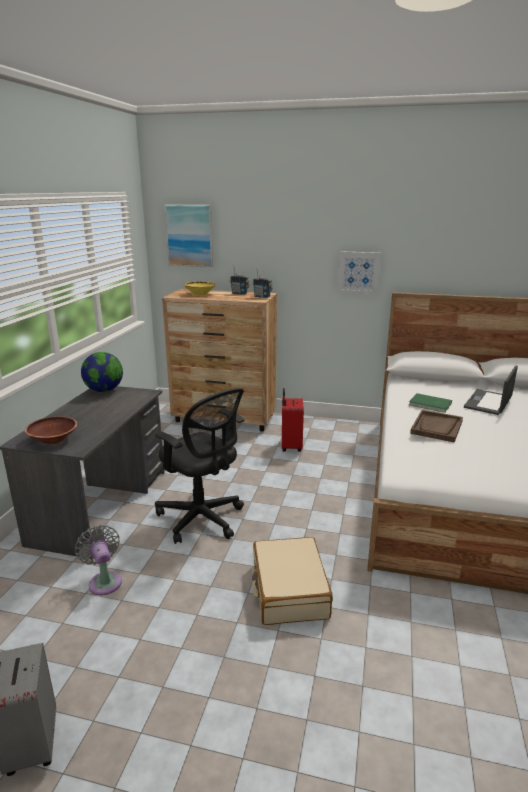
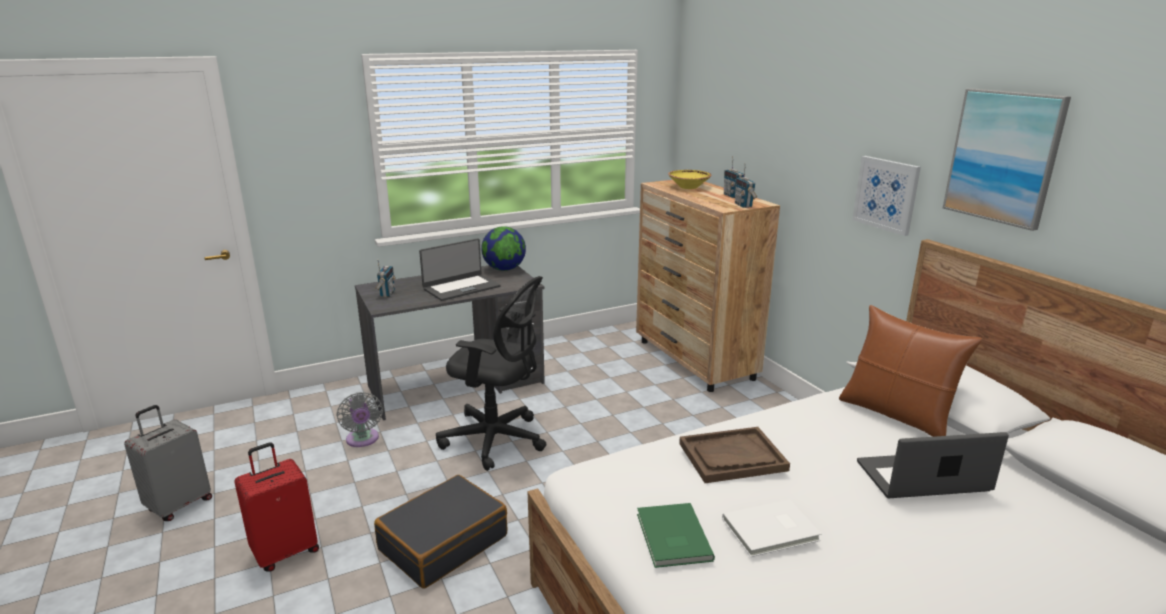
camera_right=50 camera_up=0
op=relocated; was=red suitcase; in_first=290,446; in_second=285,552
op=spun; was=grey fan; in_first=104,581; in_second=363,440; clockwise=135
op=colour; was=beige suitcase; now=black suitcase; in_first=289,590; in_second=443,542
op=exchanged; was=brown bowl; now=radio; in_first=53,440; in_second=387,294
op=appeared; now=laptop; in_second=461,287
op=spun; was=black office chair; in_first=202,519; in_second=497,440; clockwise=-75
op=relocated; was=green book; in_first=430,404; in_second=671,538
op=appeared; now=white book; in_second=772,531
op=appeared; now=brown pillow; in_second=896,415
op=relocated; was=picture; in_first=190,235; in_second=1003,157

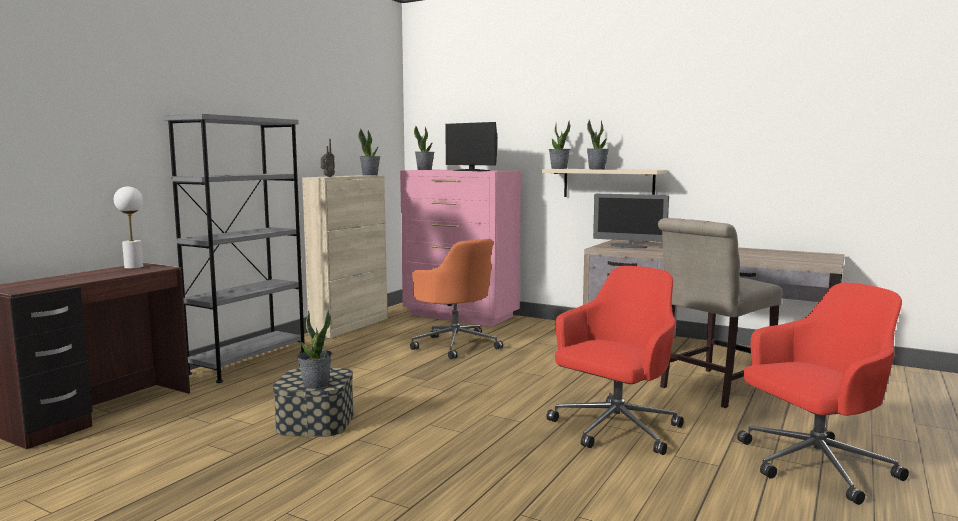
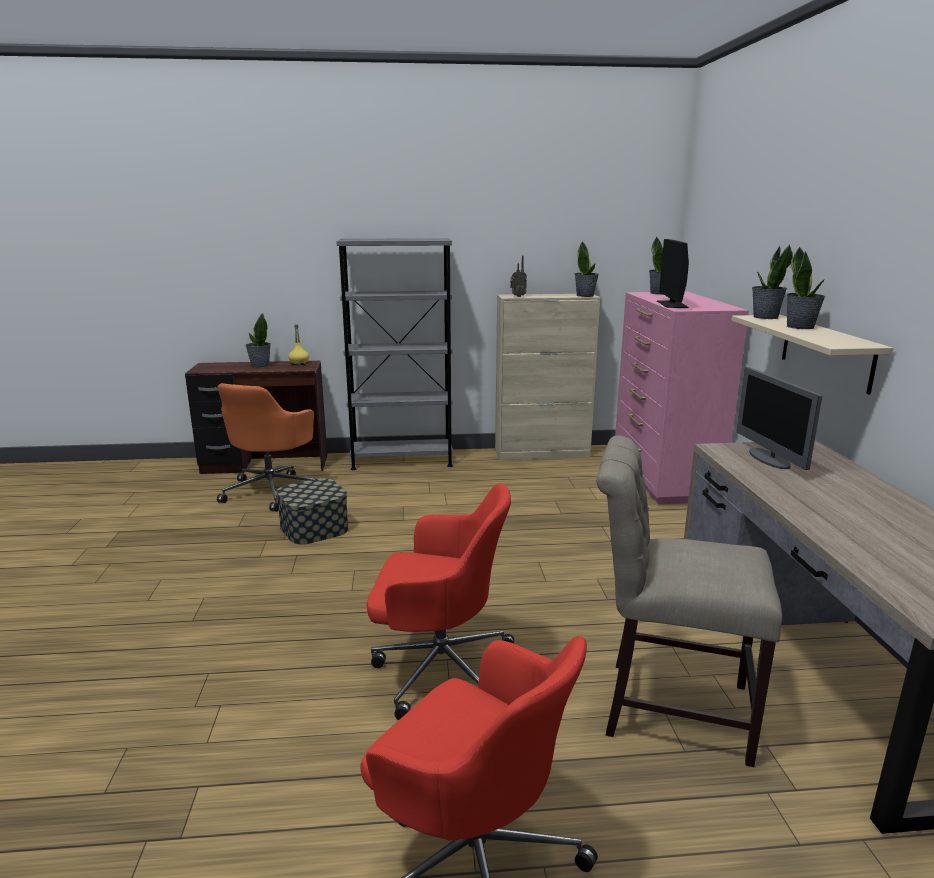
camera_right=55 camera_up=10
op=relocated; was=orange office chair; in_first=455,344; in_second=272,491
op=relocated; was=potted plant; in_first=316,384; in_second=260,365
op=exchanged; was=white table lamp; now=yellow bottle; in_first=133,267; in_second=299,363

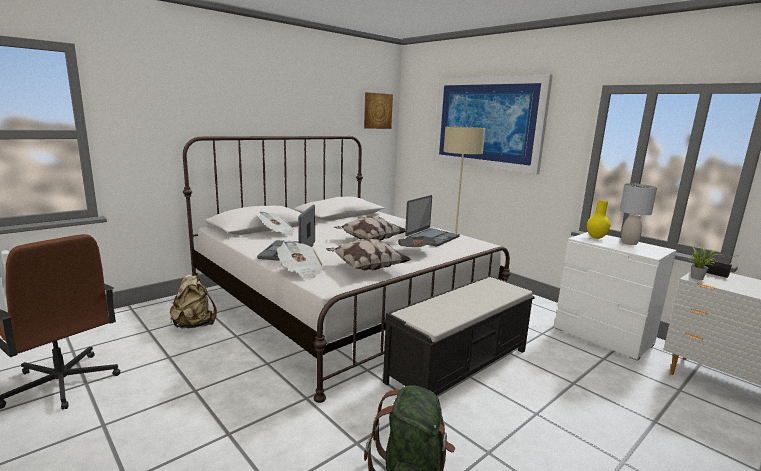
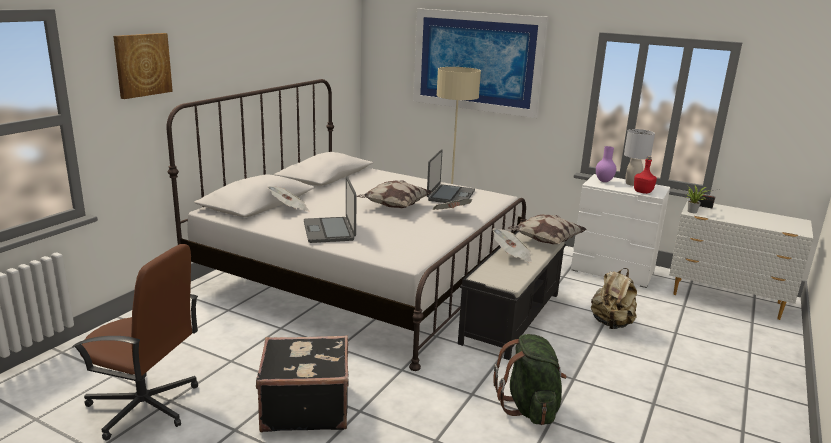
camera_right=-20 camera_up=5
op=relocated; was=picture; in_first=377,111; in_second=142,65
op=appeared; now=black suitcase; in_second=305,407
op=relocated; was=newspaper; in_first=301,271; in_second=512,256
op=relocated; was=pillow; in_first=366,268; in_second=545,241
op=relocated; was=beige backpack; in_first=194,325; in_second=611,324
op=colour; was=yellow vase; now=purple vase; in_first=595,237; in_second=603,181
op=appeared; now=red bottle; in_second=643,192

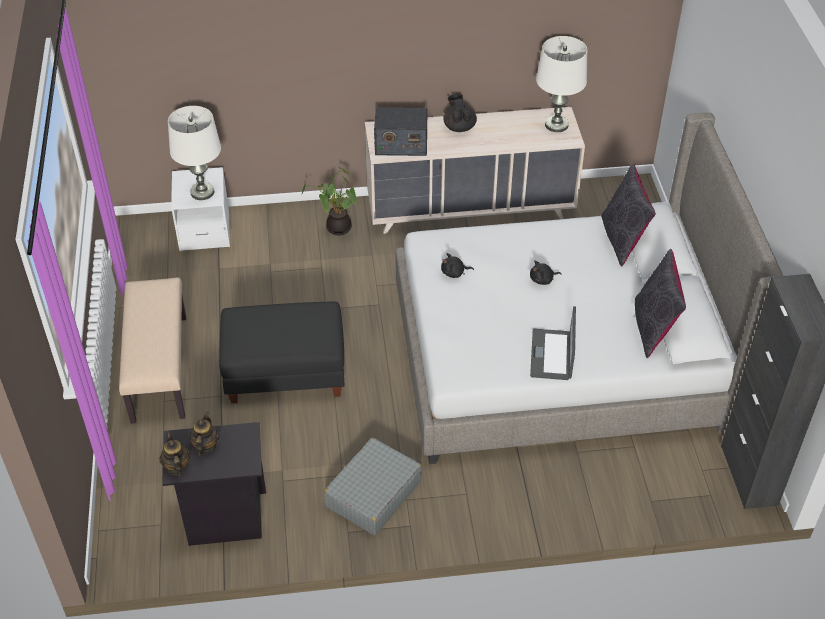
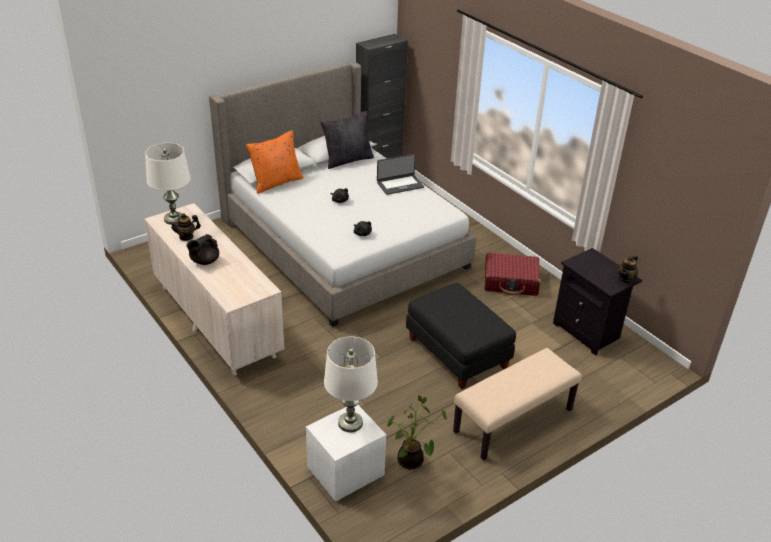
camera_right=-120 camera_up=-10
op=relocated; was=teapot; in_first=205,446; in_second=186,237
op=colour; was=black pillow; now=orange pillow; in_first=622,239; in_second=276,182
op=relocated; was=potted plant; in_first=336,228; in_second=412,462
op=colour; was=grey suitcase; now=red suitcase; in_first=373,494; in_second=511,281
op=missing; was=radio; in_first=400,145

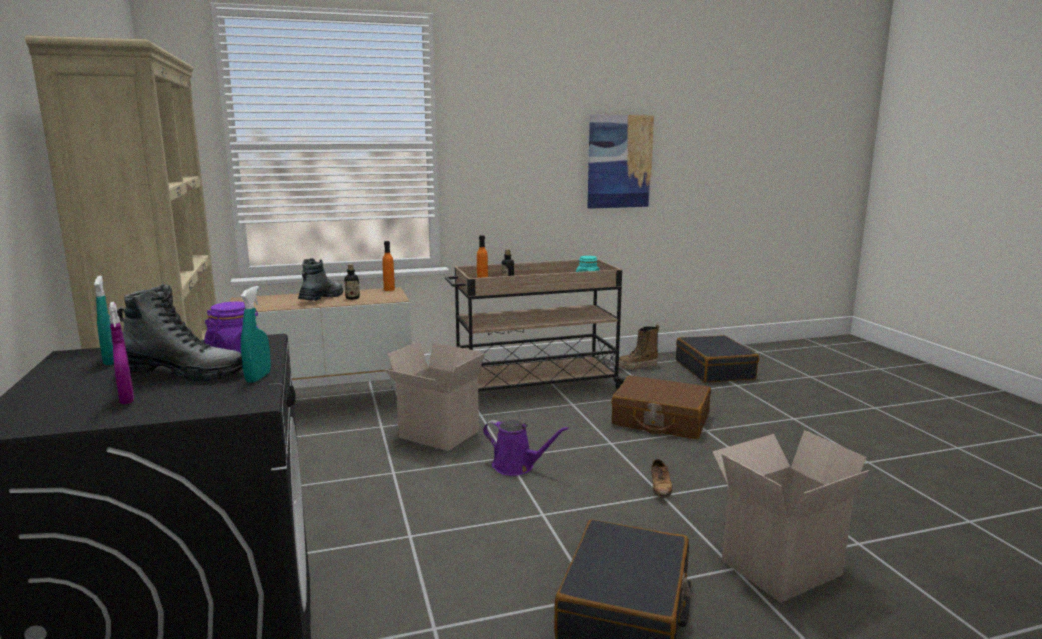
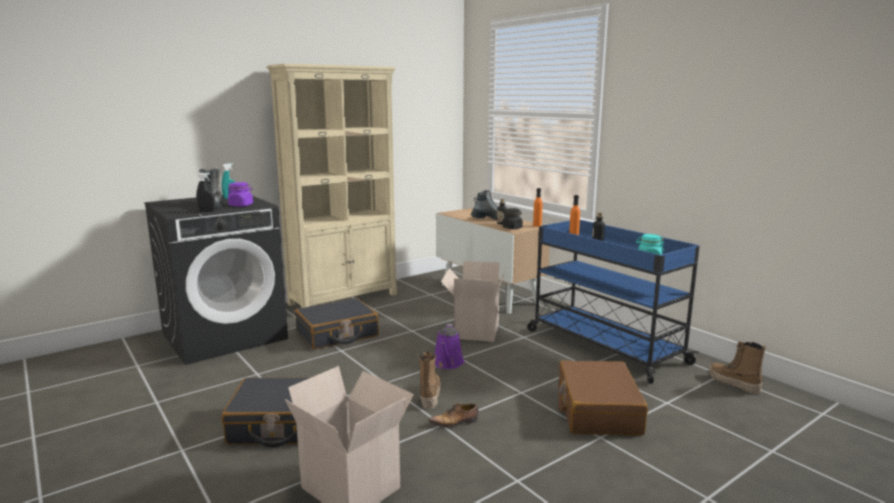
camera_right=70 camera_up=0
op=colour; was=turquoise spray bottle; now=black spray bottle; in_first=258,377; in_second=207,211
op=relocated; was=black suitcase; in_first=715,370; in_second=337,334
op=appeared; now=boot; in_second=429,395
op=appeared; now=black jar; in_second=512,228
op=colour; was=beige cart; now=blue cart; in_first=534,388; in_second=603,346
op=missing; was=purple spray bottle; in_first=127,399
op=missing; was=picture; in_first=619,161

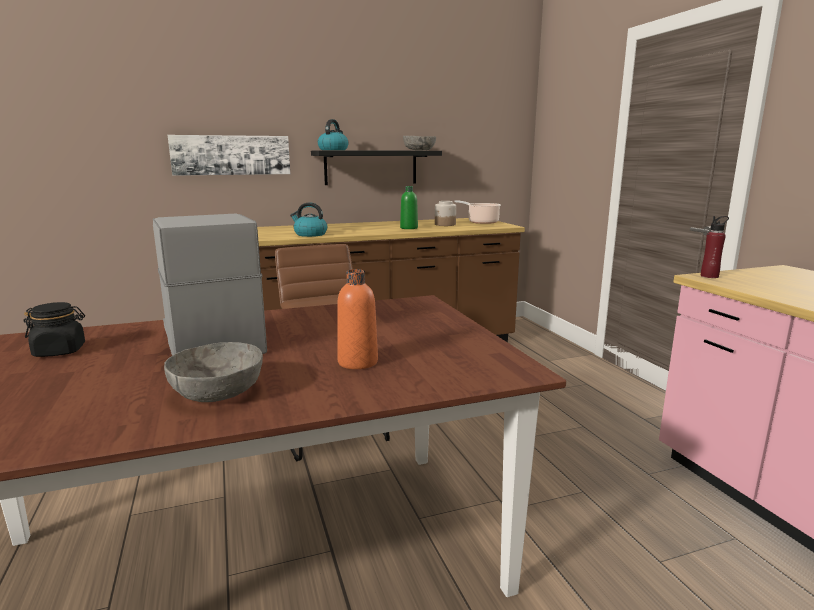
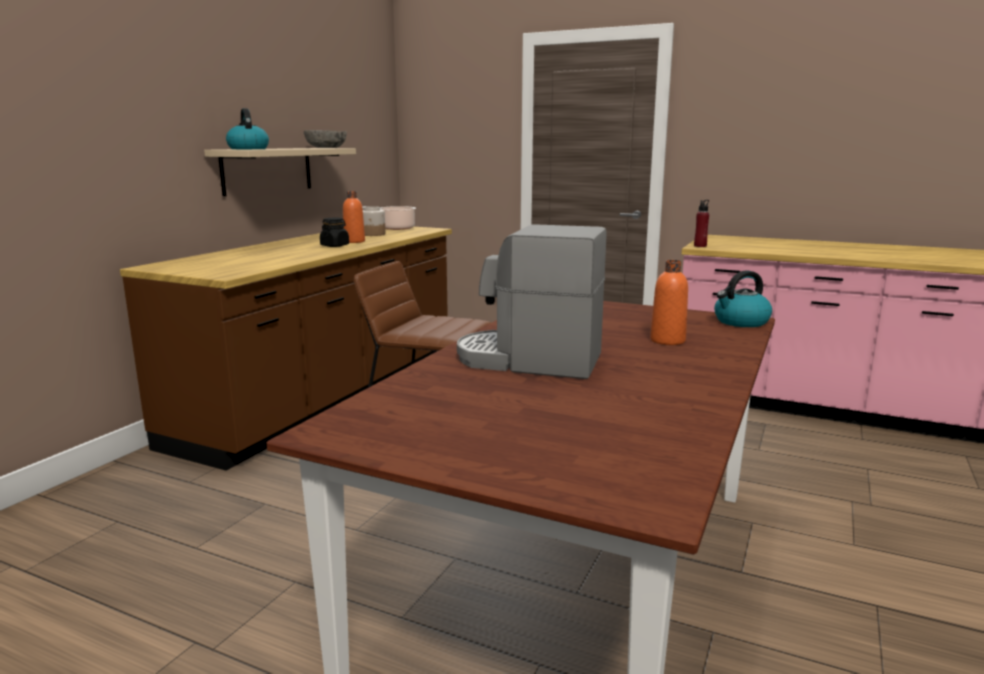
camera_right=-45 camera_up=0
op=colour; was=black shelf; now=beige shelf; in_first=371,167; in_second=267,170
op=relocated; was=black jar; in_first=60,351; in_second=335,245
op=colour; was=green bottle; now=orange bottle; in_first=409,228; in_second=354,241
op=relocated; was=kettle; in_first=310,234; in_second=740,322
op=missing; was=grey bowl; in_first=217,392
op=missing; was=picture; in_first=231,155

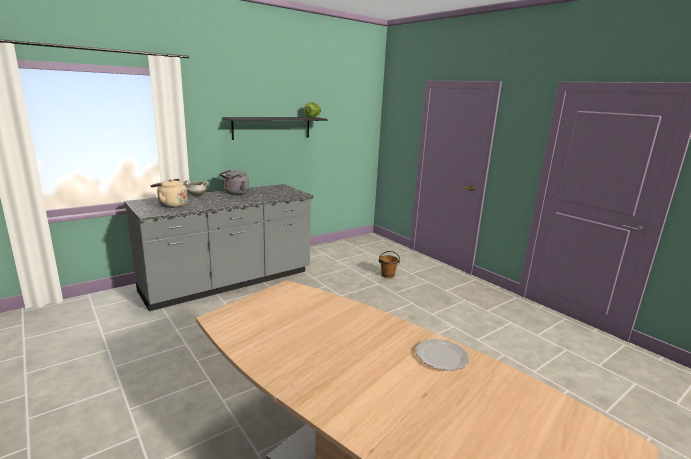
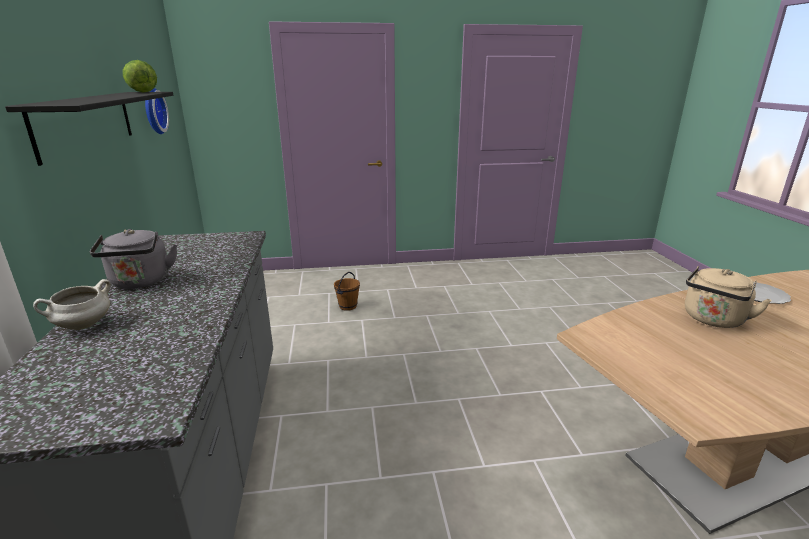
camera_right=-60 camera_up=5
op=appeared; now=wall clock; in_second=152,111
op=relocated; was=beige kettle; in_first=171,205; in_second=712,320

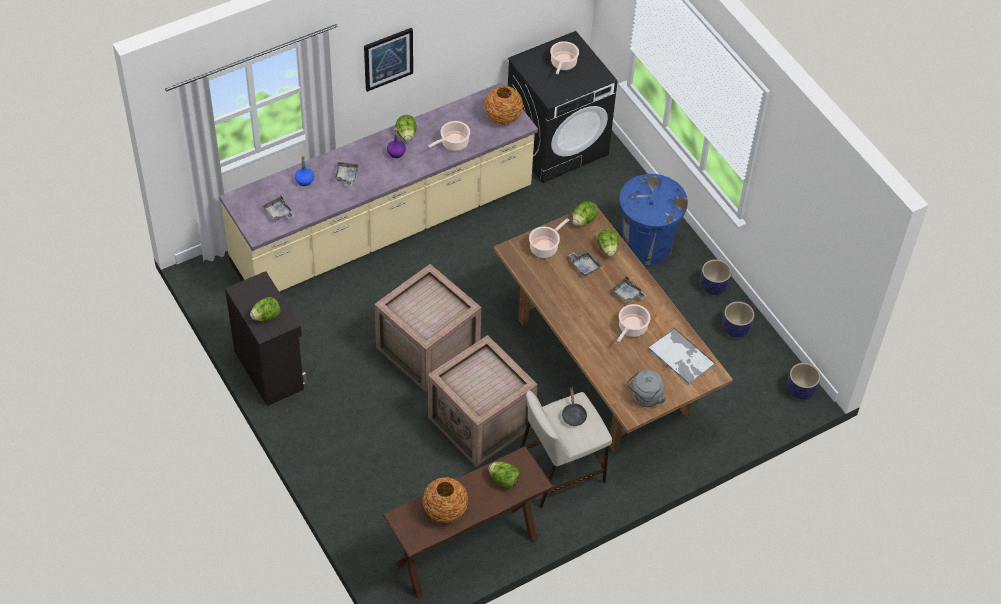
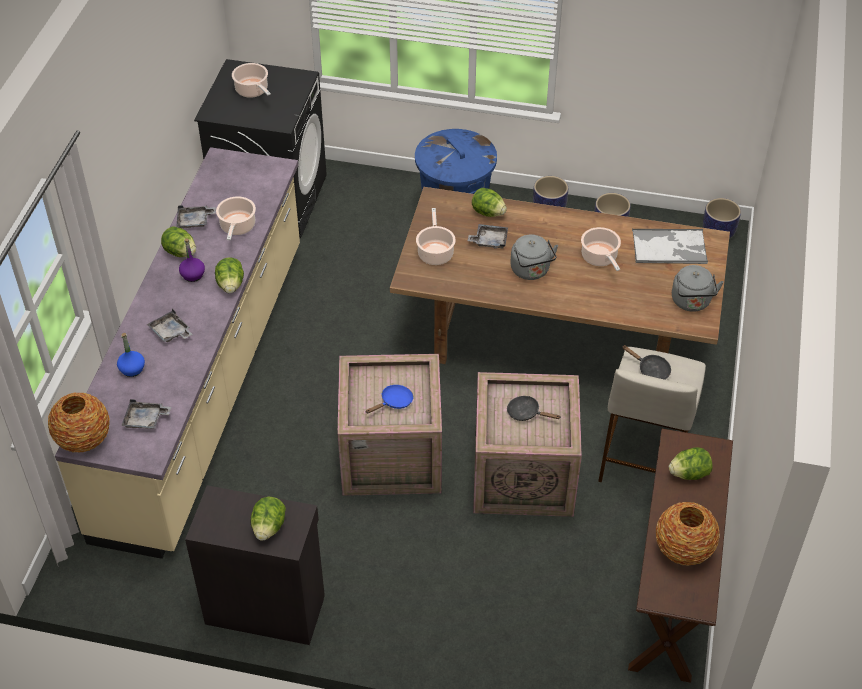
camera_right=-45 camera_up=-5
op=relocated; was=vase; in_first=503,117; in_second=83,439
op=relocated; was=grey tray; in_first=627,294; in_second=195,221
op=relocated; was=lettuce; in_first=584,220; in_second=231,285
op=appeared; now=blue frying pan; in_second=394,402
op=appeared; now=black frying pan; in_second=526,413
op=appeared; now=grey kettle; in_second=531,271
op=missing; was=picture; in_first=388,58

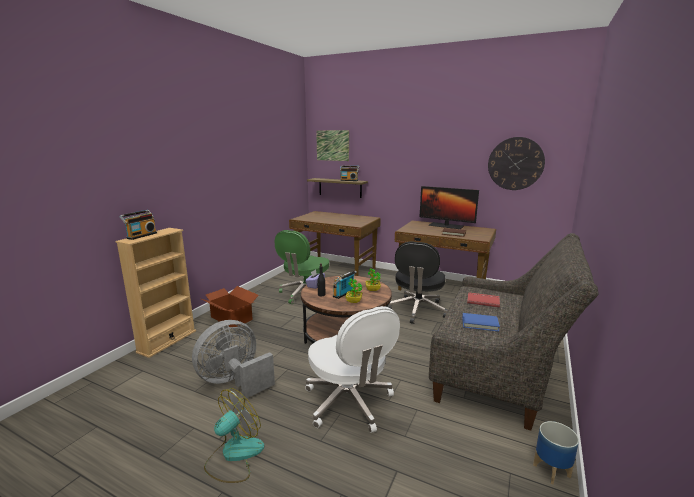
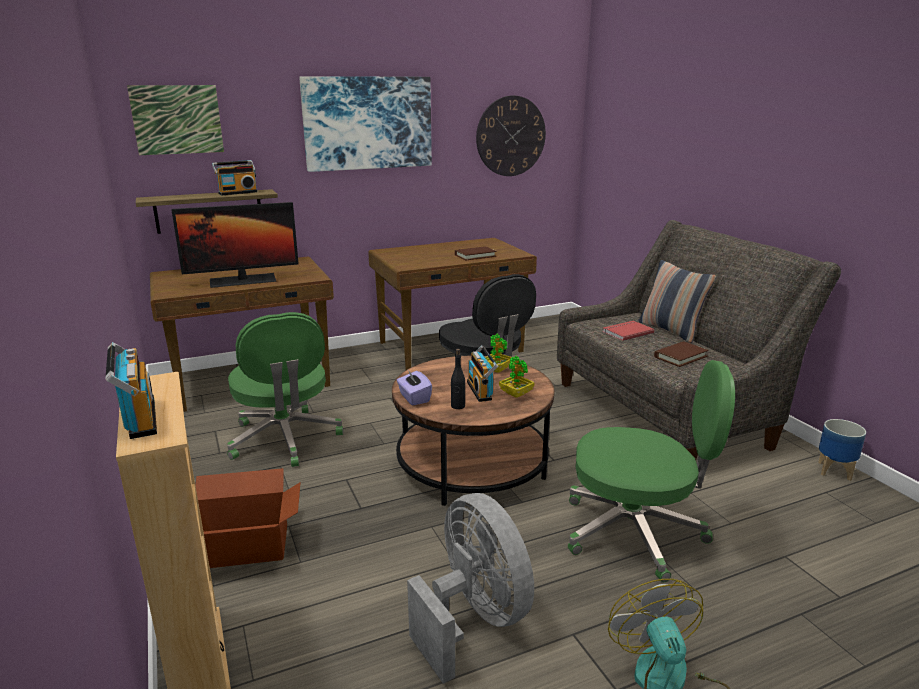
camera_right=-50 camera_up=5
op=relocated; was=monitor; in_first=446,226; in_second=243,280
op=appeared; now=picture; in_second=368,123
op=spun; was=grey fan; in_first=234,382; in_second=473,619; clockwise=150
op=colour; was=white office chair; now=green office chair; in_first=349,403; in_second=636,532
op=appeared; now=pillow; in_second=671,330
op=colour; was=blue book; now=brown book; in_first=480,324; in_second=680,356

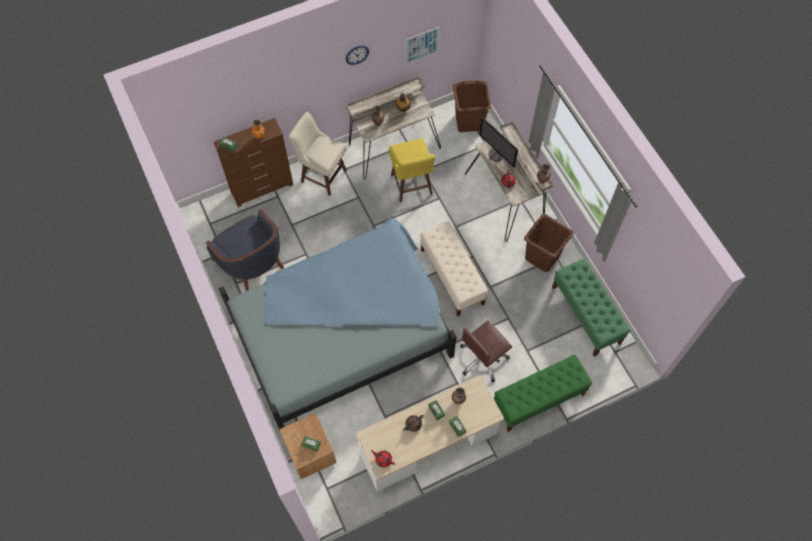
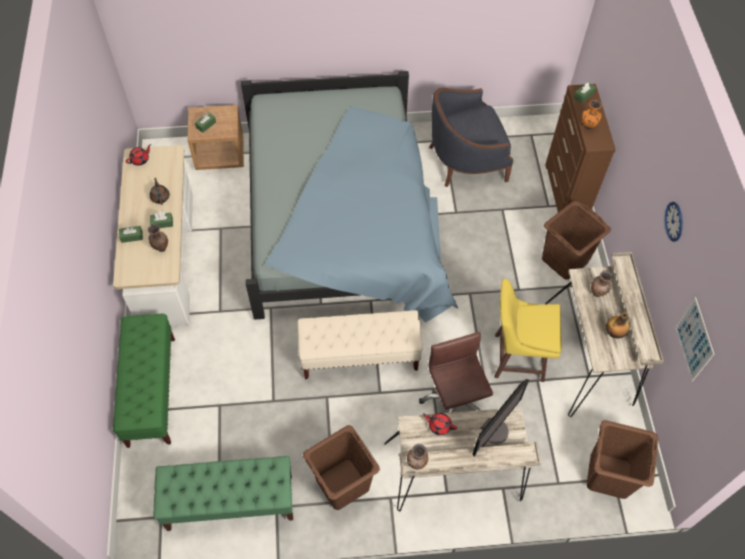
camera_right=110 camera_up=-5
op=relocated; was=brown office chair; in_first=483,359; in_second=454,401
op=spun; was=monitor; in_first=497,154; in_second=494,430; clockwise=150
op=exchanged; was=beige stool; now=brown laundry basket; in_first=322,175; in_second=565,260

